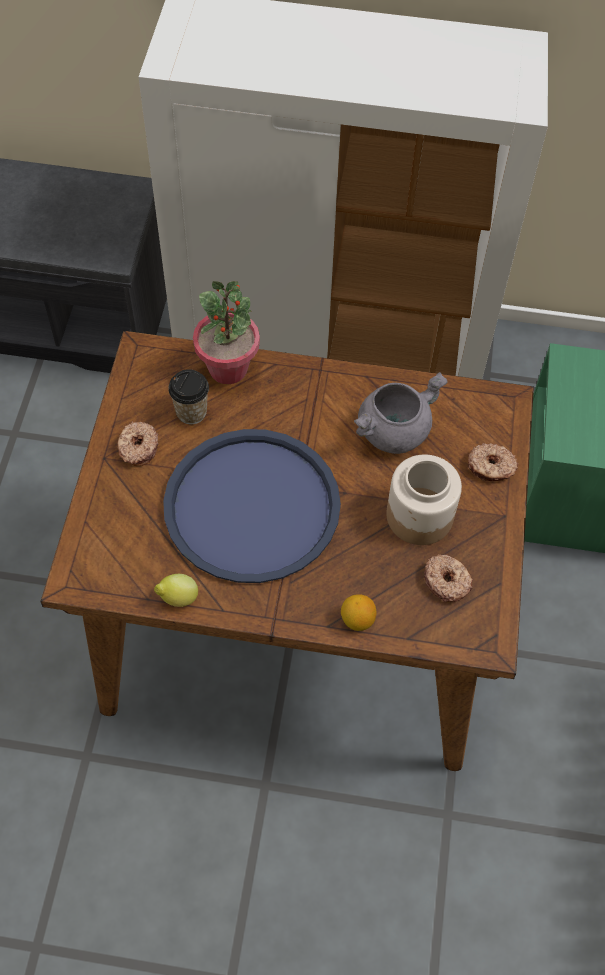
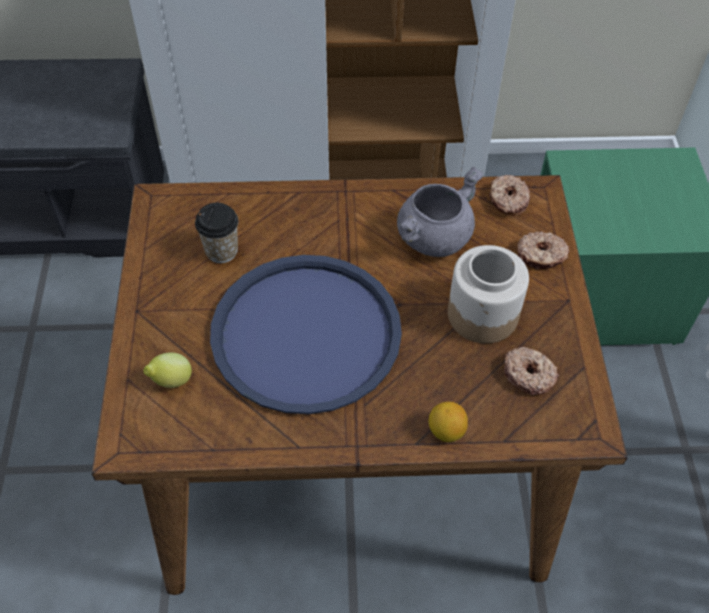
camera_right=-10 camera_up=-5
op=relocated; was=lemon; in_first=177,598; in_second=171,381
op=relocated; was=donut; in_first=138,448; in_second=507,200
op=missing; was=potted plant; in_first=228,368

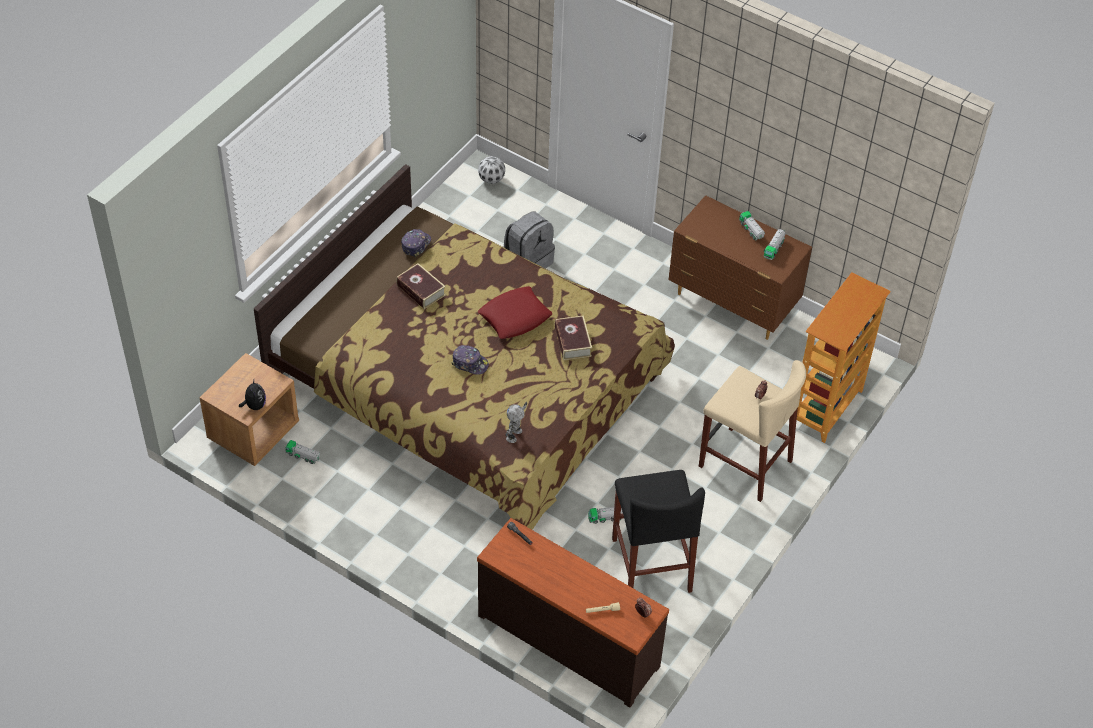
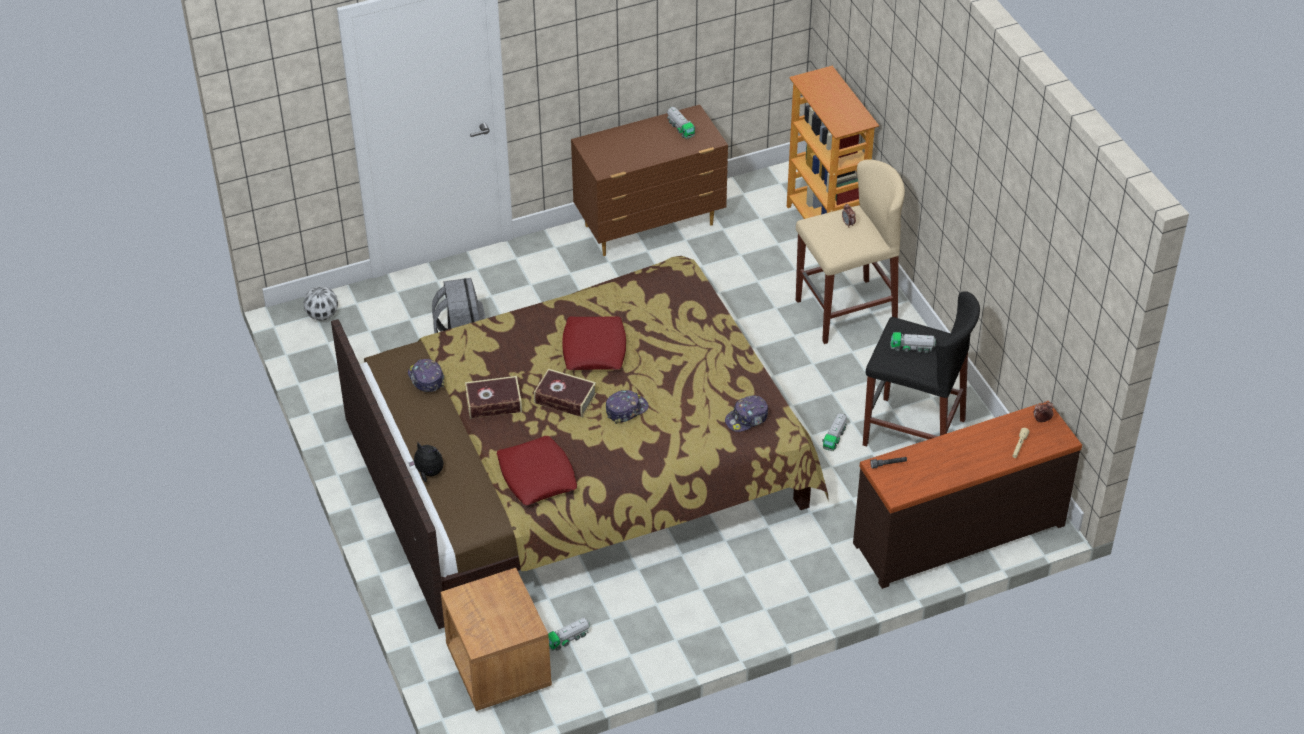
camera_right=-55 camera_up=-5
op=relocated; was=plush toy; in_first=254,405; in_second=428,473
op=appeared; now=red pillow; in_second=536,476
op=relocated; was=book; in_first=572,342; in_second=565,398
op=exchanged; was=toy robot; now=cap; in_first=515,435; in_second=747,419
op=relocated; was=toy truck; in_first=751,230; in_second=912,348

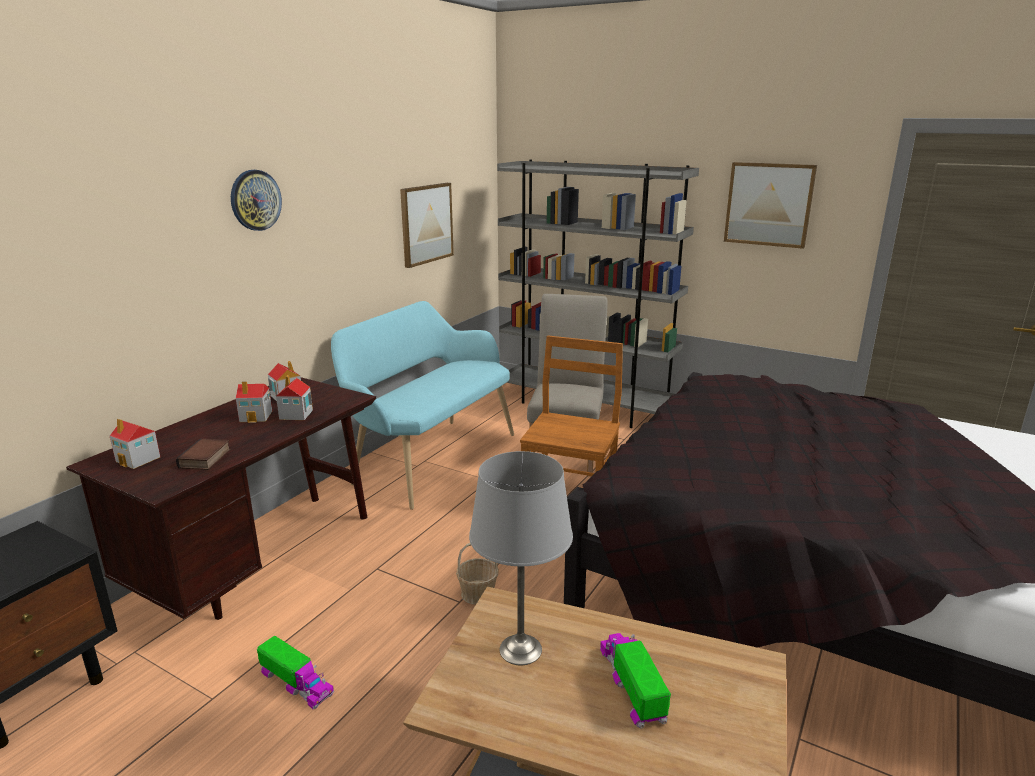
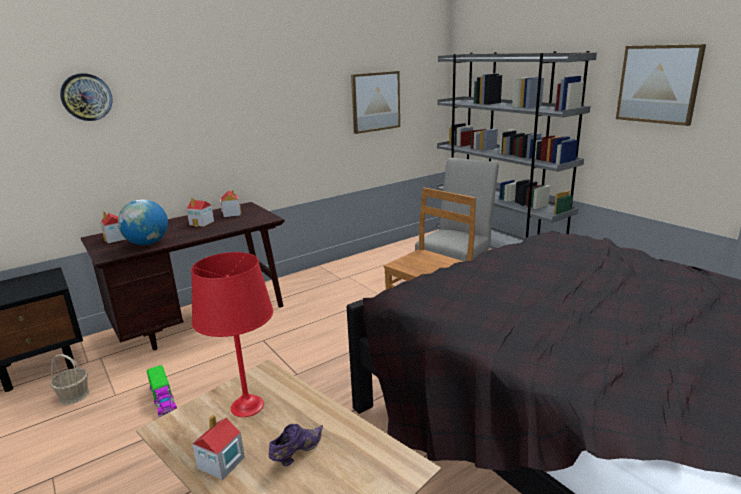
camera_right=25 camera_up=0
op=relocated; was=basket; in_first=477,593; in_second=74,395
op=relocated; was=wall clock; in_first=255,200; in_second=86,97
op=exchanged; was=book; now=globe; in_first=206,459; in_second=147,243
op=colour; was=grey table lamp; now=red table lamp; in_first=519,649; in_second=247,406
op=relocated; was=toy house; in_first=296,415; in_second=221,463
op=exchanged; was=toy truck; now=purple shoe; in_first=632,686; in_second=296,453
op=missing; was=turquoise bench; in_first=429,457

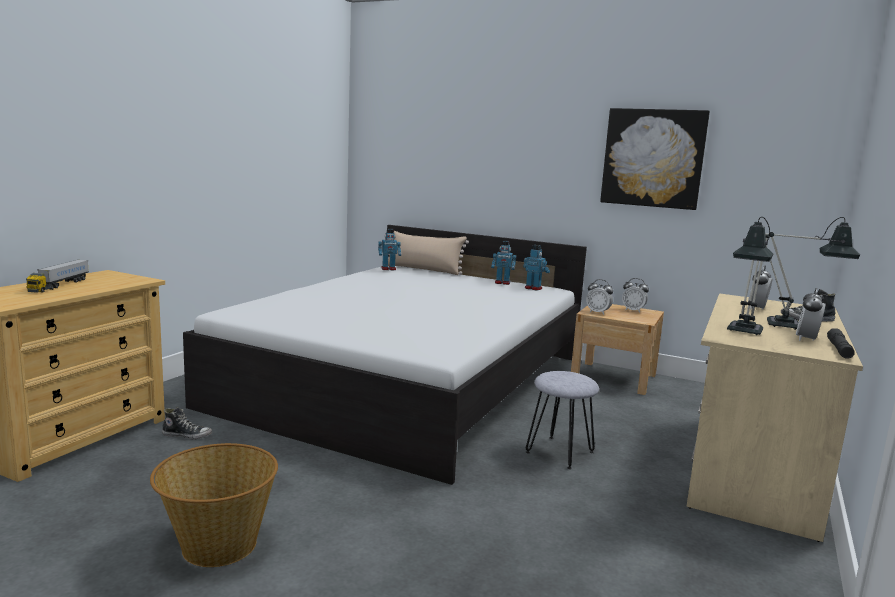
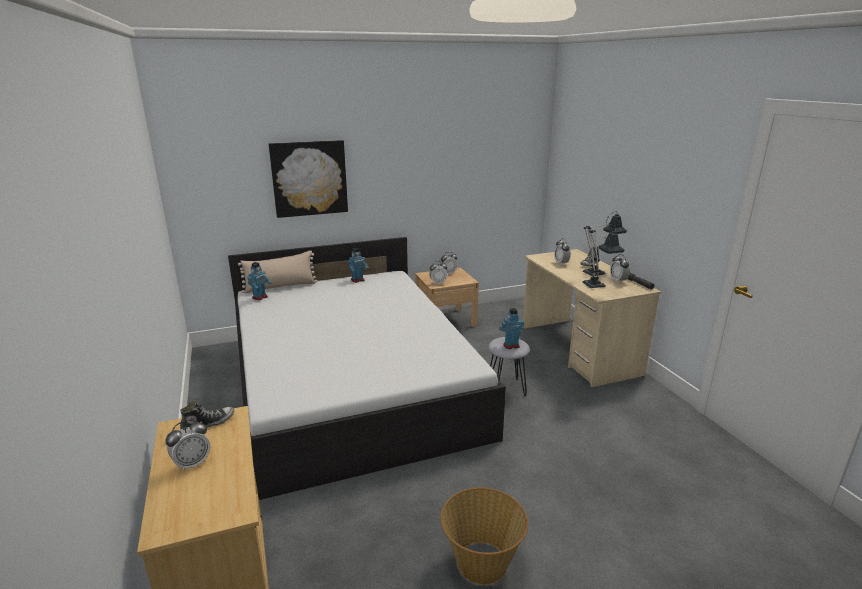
camera_right=-45 camera_up=10
op=exchanged; was=toy truck; now=alarm clock; in_first=59,285; in_second=192,463
op=relocated; was=shoe; in_first=187,435; in_second=208,424
op=relocated; was=picture; in_first=653,158; in_second=309,178
op=relocated; was=toy robot; in_first=533,288; in_second=511,345

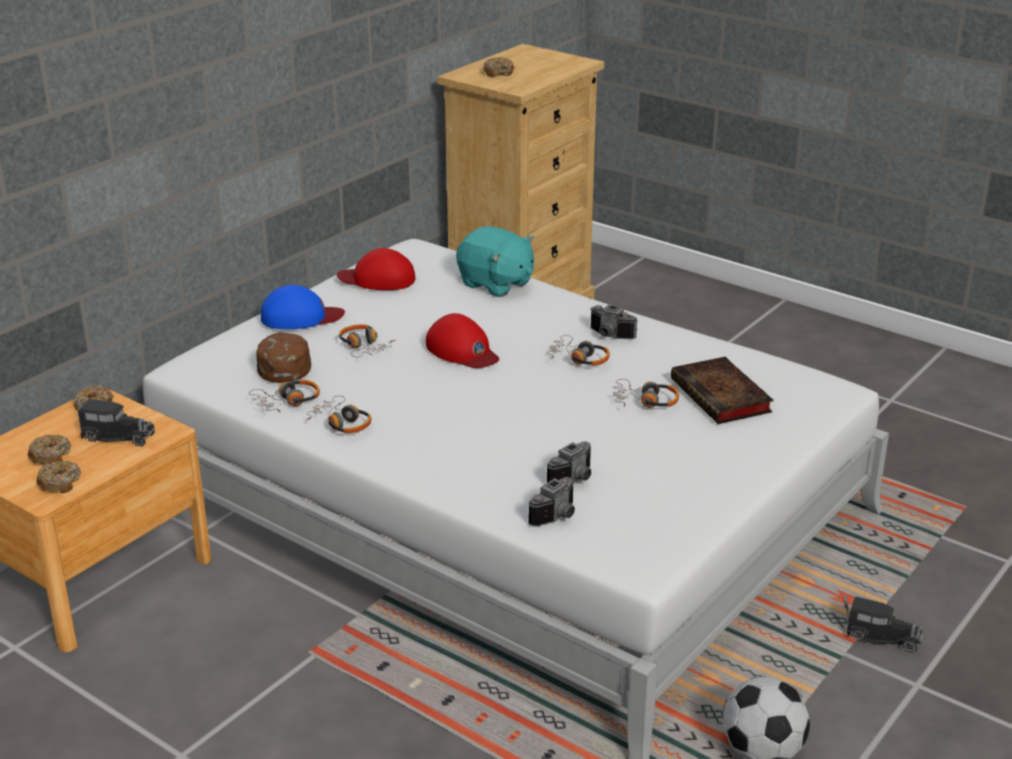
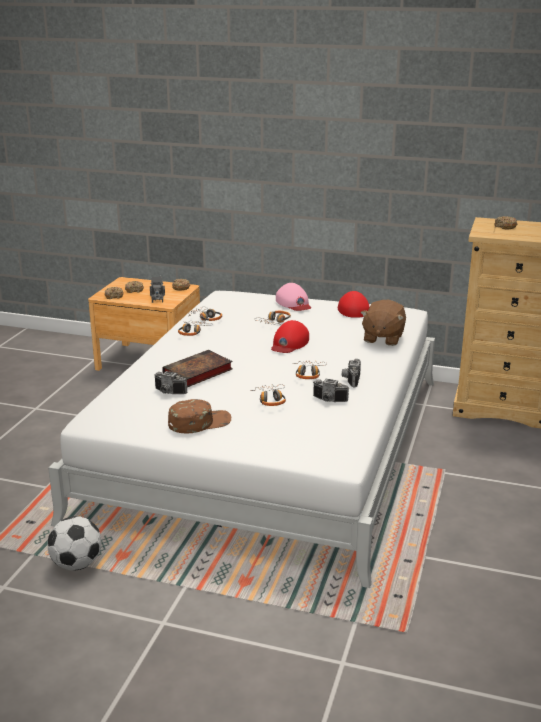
camera_right=70 camera_up=-5
op=relocated; was=book; in_first=722,397; in_second=197,373
op=relocated; was=brown cap; in_first=283,363; in_second=199,422
op=colour; was=blue cap; now=pink cap; in_first=301,317; in_second=294,303
op=relocated; was=photo camera; in_first=558,517; in_second=328,401
op=colour; was=turquoise plush toy; now=brown plush toy; in_first=496,284; in_second=382,338
op=missing; was=toy truck; in_first=878,636

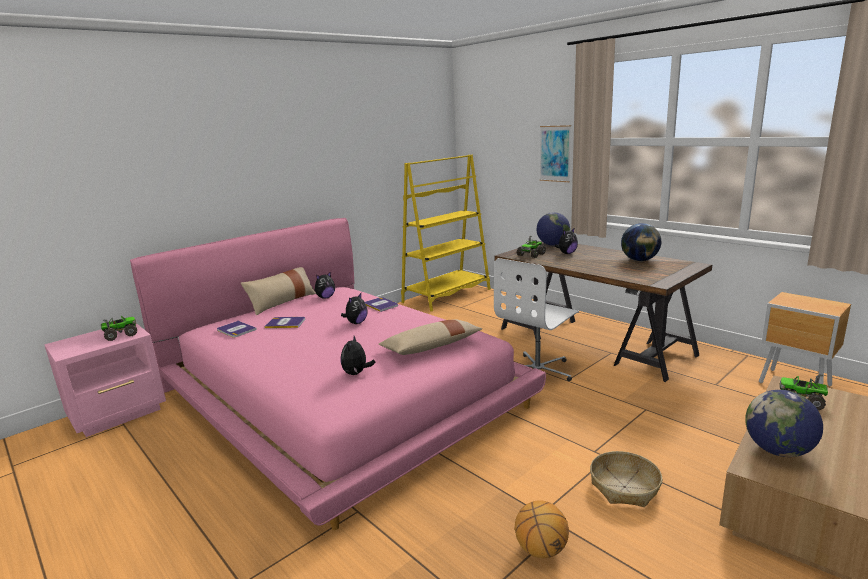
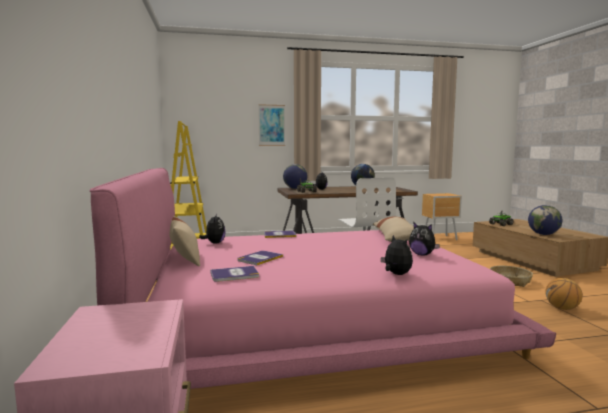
camera_right=-60 camera_up=-10
op=relocated; was=plush toy; in_first=356,323; in_second=396,274
op=missing; was=toy truck; in_first=120,334

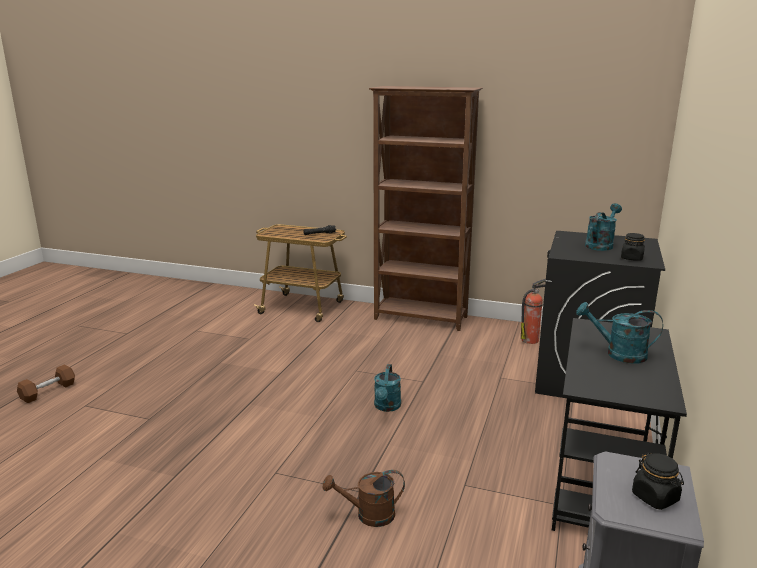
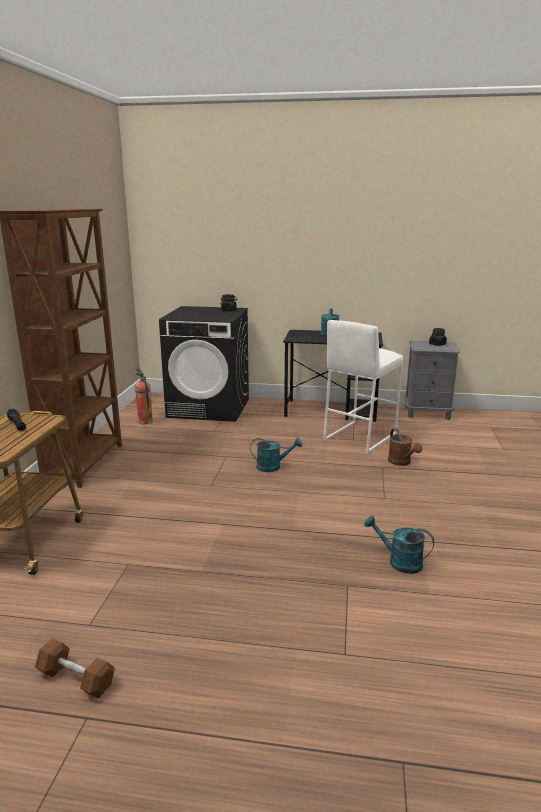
camera_right=-100 camera_up=0
op=relocated; was=brown dumbbell; in_first=48,391; in_second=76,679
op=appeared; now=white stool; in_second=359,437
op=relocated; was=turquoise watering can; in_first=600,245; in_second=399,562

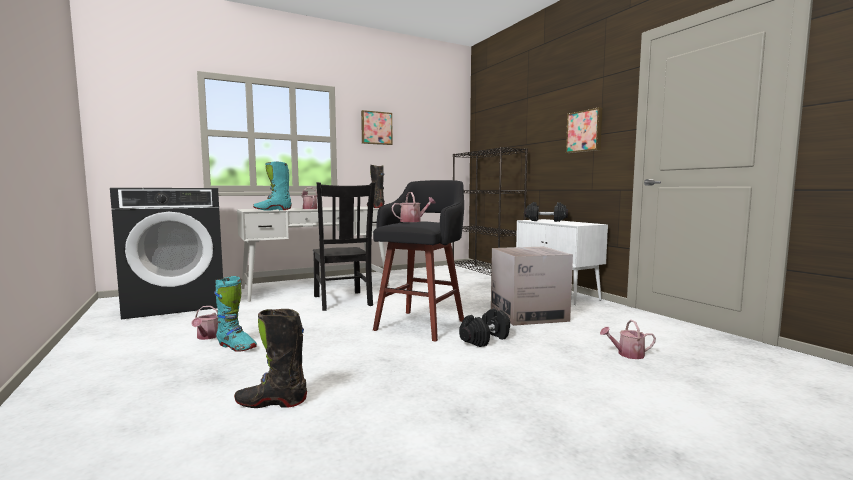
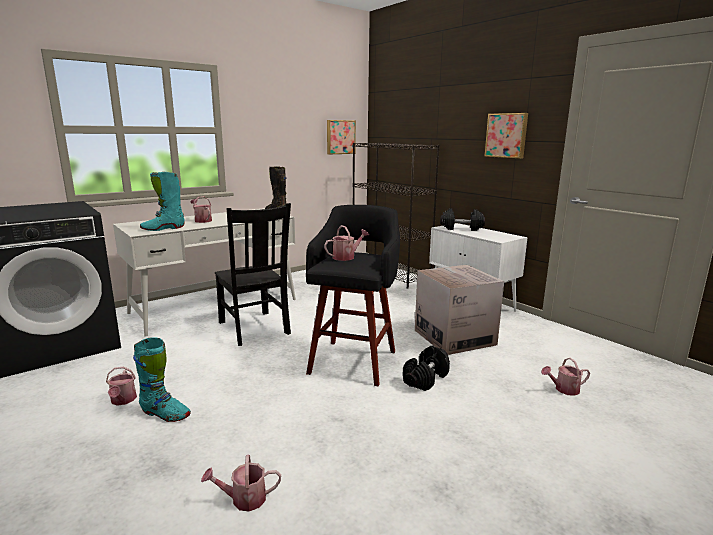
camera_right=-10 camera_up=10
op=exchanged; was=black boot; now=watering can; in_first=271,402; in_second=244,499
op=relocated; was=picture; in_first=376,128; in_second=340,137

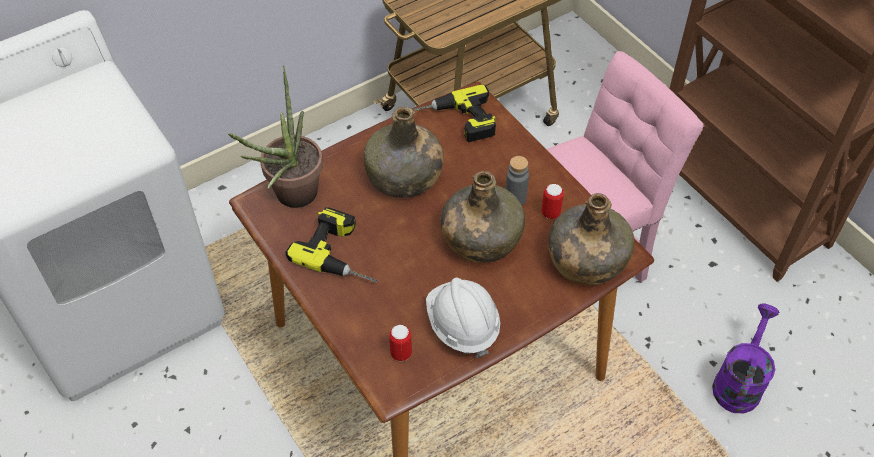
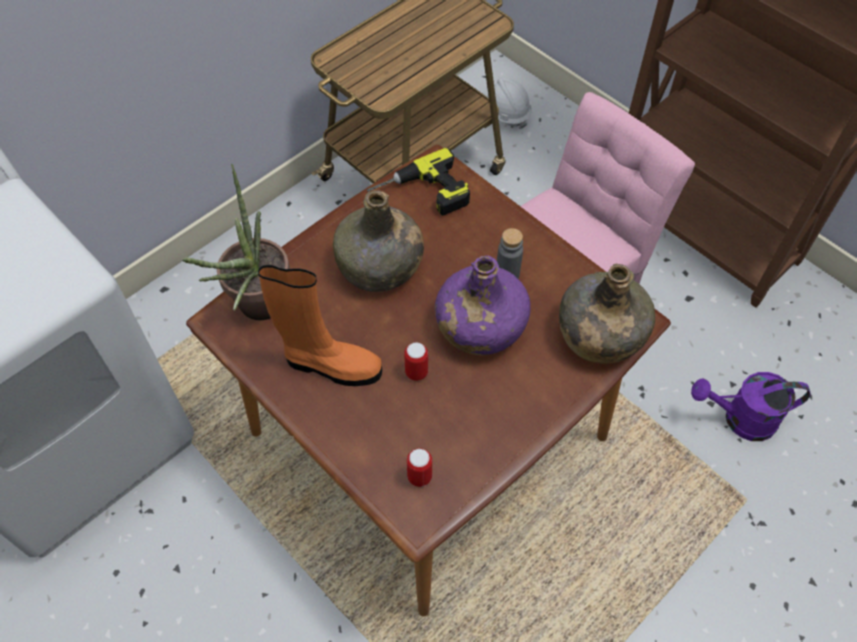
camera_right=-10 camera_up=5
op=exchanged; was=power drill; now=orange boot; in_first=344,252; in_second=330,365
op=relocated; was=can; in_first=550,213; in_second=416,372
op=colour; was=green bottle; now=purple bottle; in_first=481,239; in_second=479,326
op=relocated; was=white hard hat; in_first=462,325; in_second=505,113
op=spun; was=purple watering can; in_first=739,381; in_second=740,419; clockwise=-105

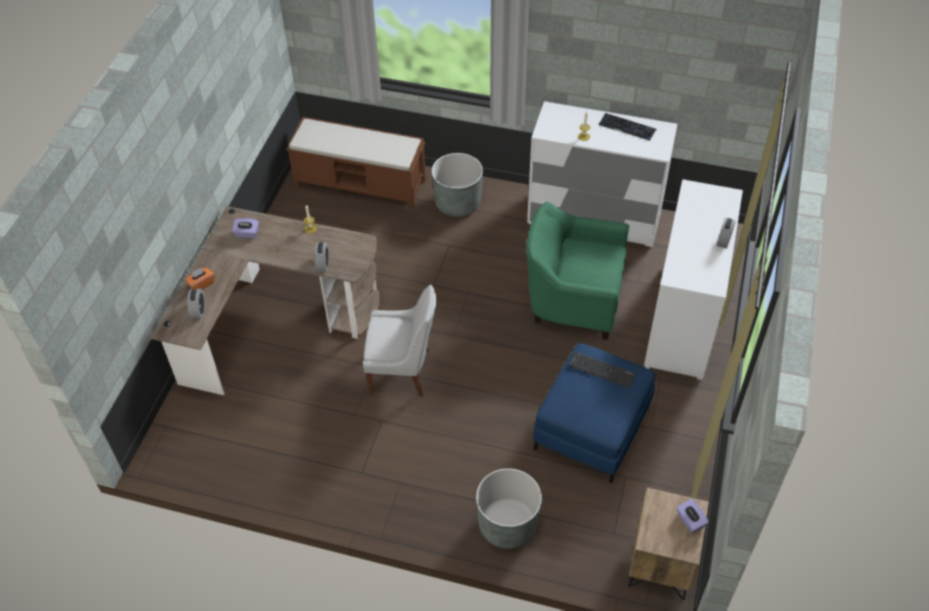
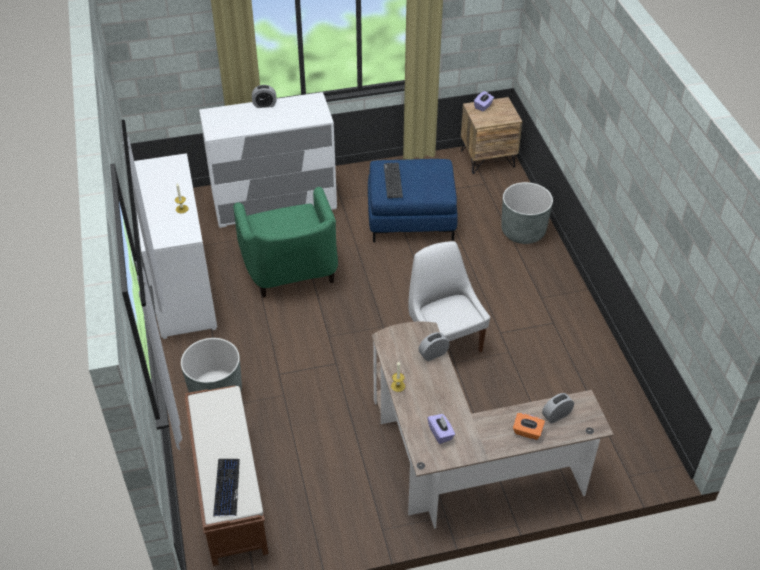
camera_right=-120 camera_up=-5
op=relocated; was=keyboard; in_first=627,127; in_second=226,487

